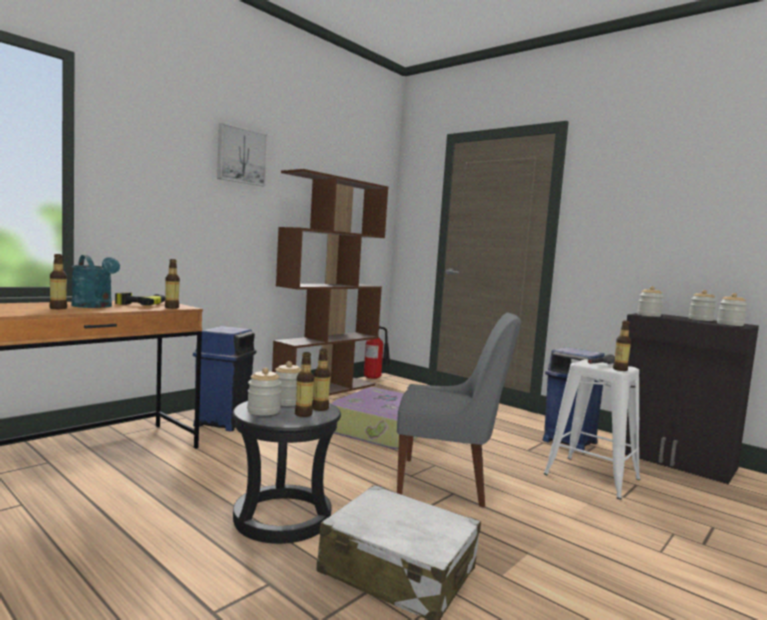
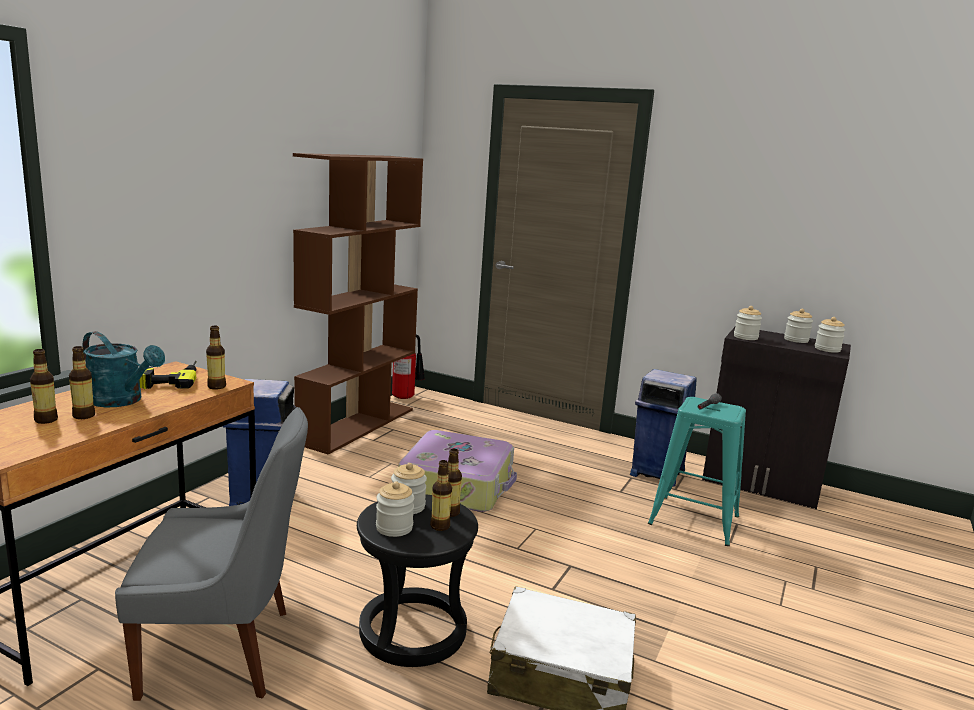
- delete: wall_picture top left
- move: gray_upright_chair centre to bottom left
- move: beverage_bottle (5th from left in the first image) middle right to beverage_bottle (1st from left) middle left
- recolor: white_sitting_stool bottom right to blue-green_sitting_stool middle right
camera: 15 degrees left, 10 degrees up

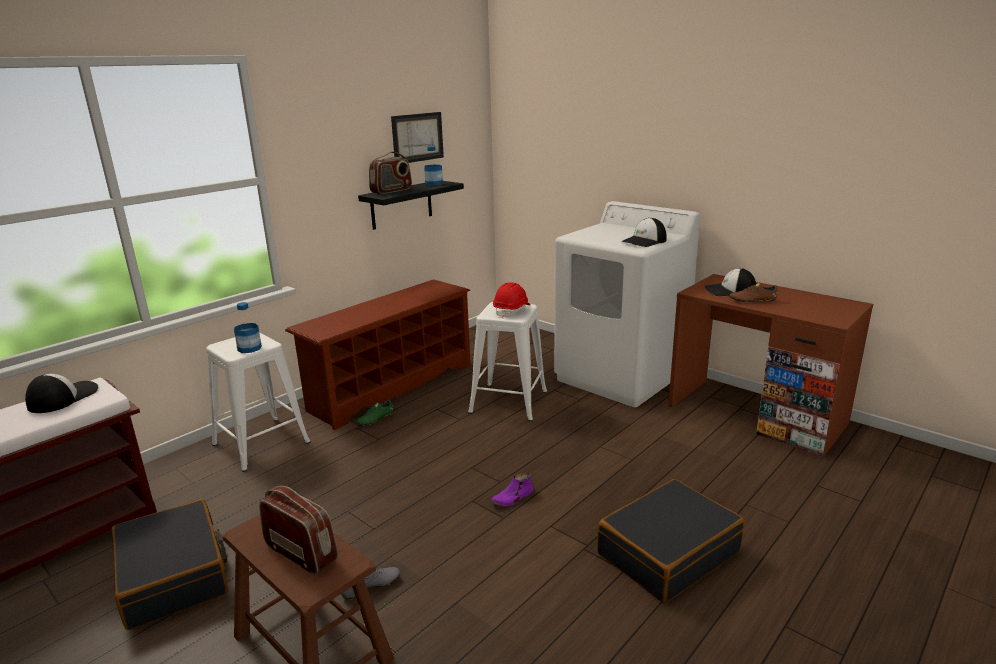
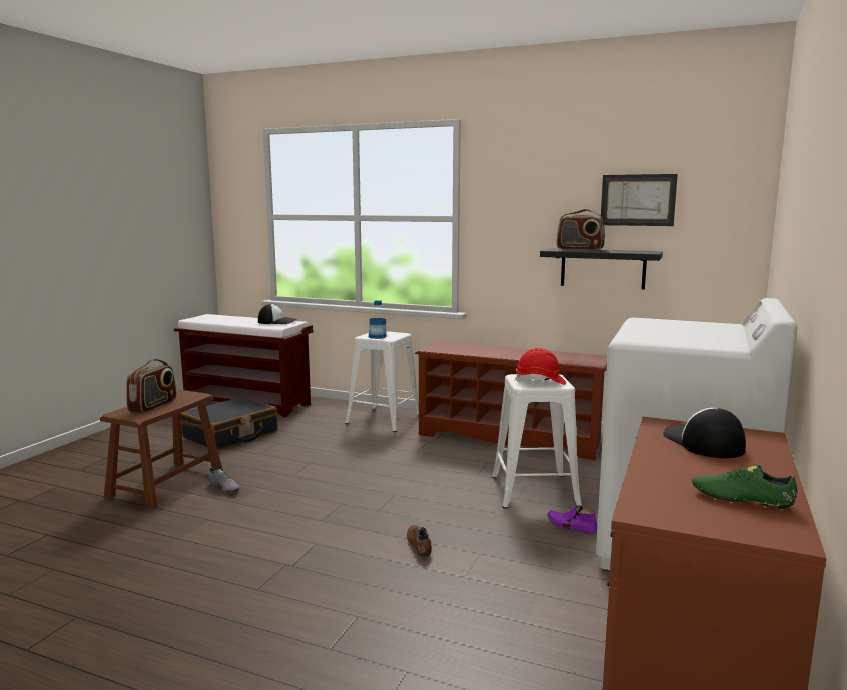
- delete: beverage_bottle (2nd from left) top centre
- delete: black-coloured_travel_case (2nd from left) bottom right
- delete: peaked_cap (2nd from left) centre
- move: greenish_low_shoe centre to bottom right
- move: purplish_low_shoe bottom centre to bottom right
- move: brown-coloured_low_shoe middle right to bottom centre
camera: 70 degrees right, 10 degrees down

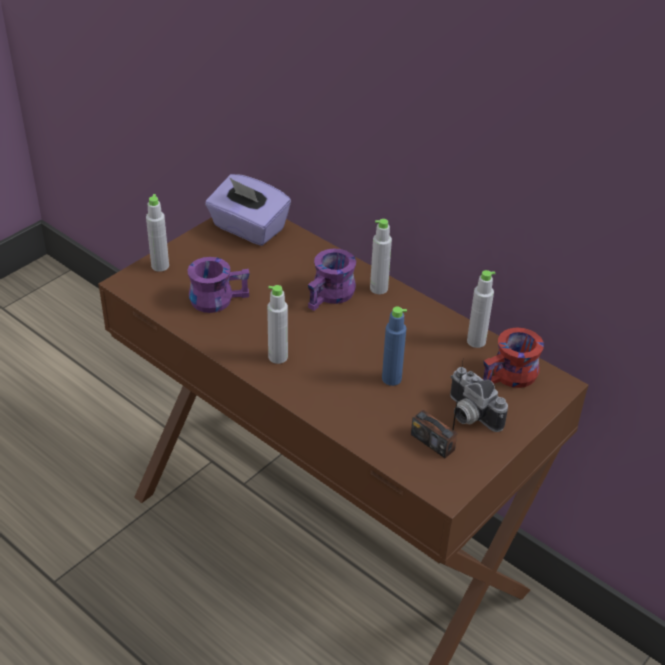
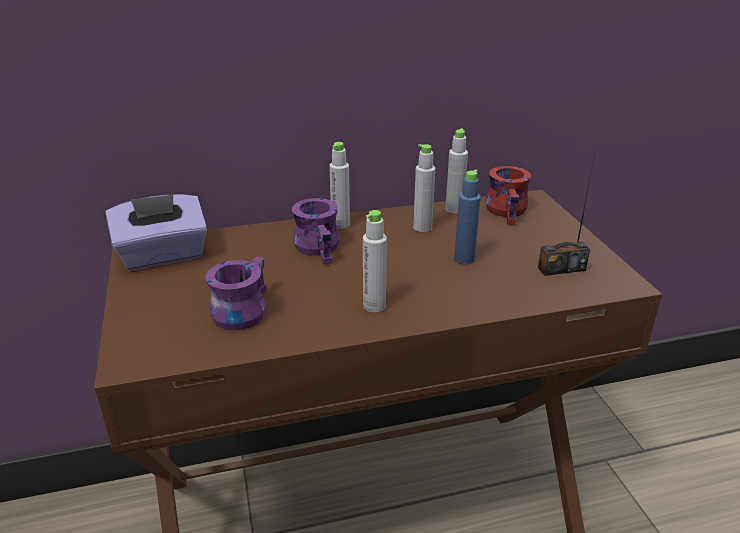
- delete: still_camera middle right
- move: gray_beverage_bottle (1st from left in the first image) middle left to gray_beverage_bottle (3rd from left) centre
camera: 55 degrees left, 10 degrees down

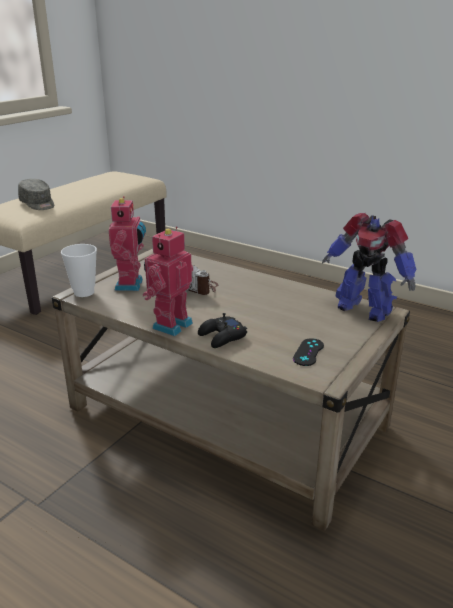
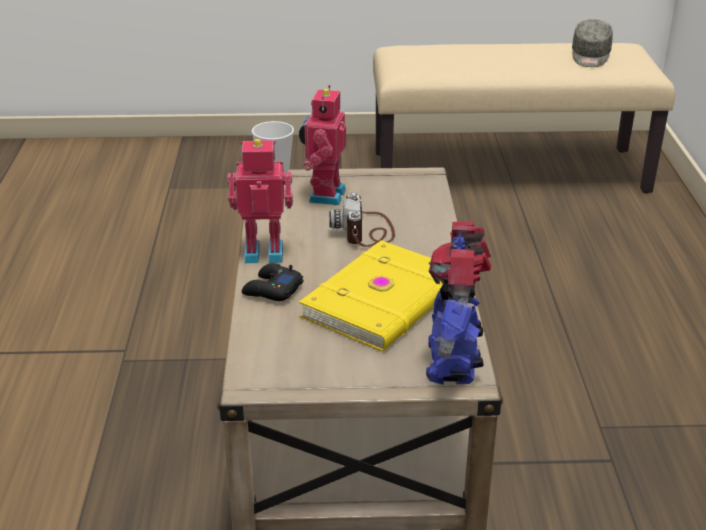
- delete: black-coloured_joypad (2nd from left) middle right
- insert: yellowish_book centre
- move: gray_peaked_cap top left to top right
- rotate: toy_robot (1st from left in the first image) middle left = top centre 135 degrees clockwise
camera: 55 degrees right, 5 degrees up

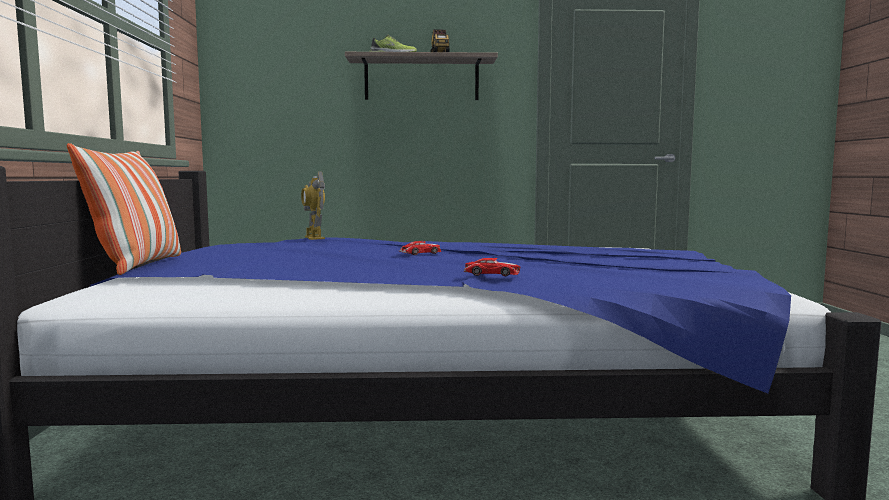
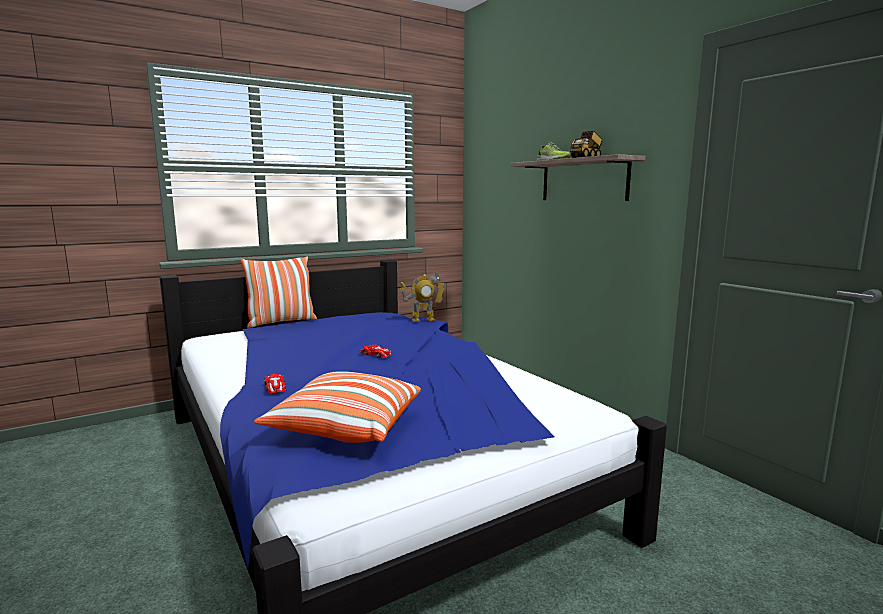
- insert: throw_pillow (2nd from left) centre
- rotate: toy_robot centre = centre 135 degrees counterclockwise
camera: 60 degrees right, 5 degrees up

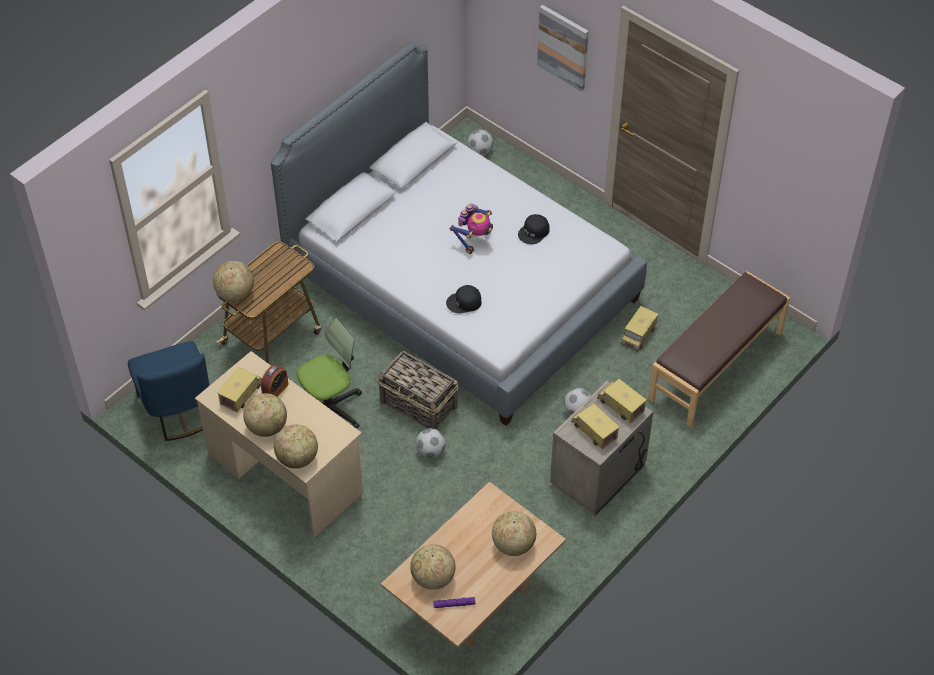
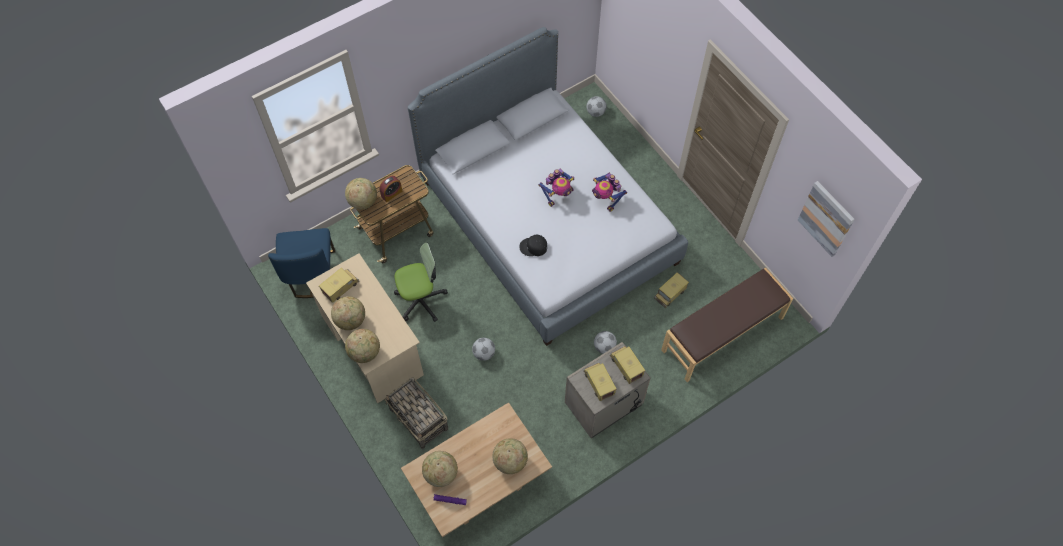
- move: bedside_clock middle left to centre
- move: basket centre to bottom centre
- move: wall_picture top centre to middle right
- replace: black-coloured_peaked_cap (2nd from left) centre to toy_robot (2nd from left) centre
camera: 15 degrees right, 10 degrees up

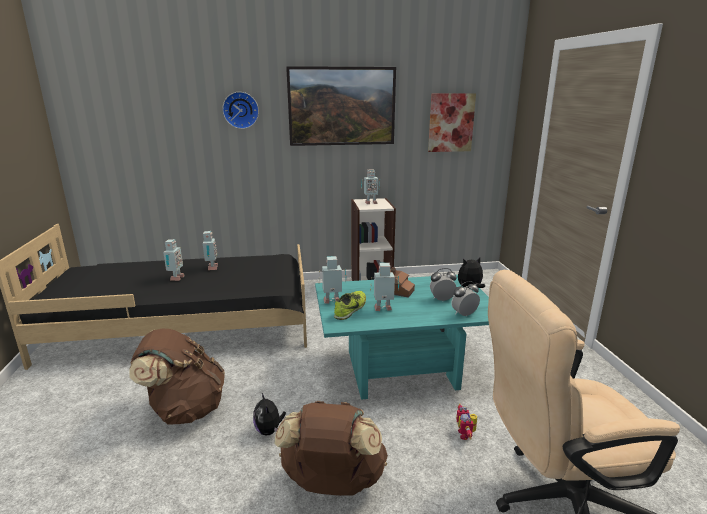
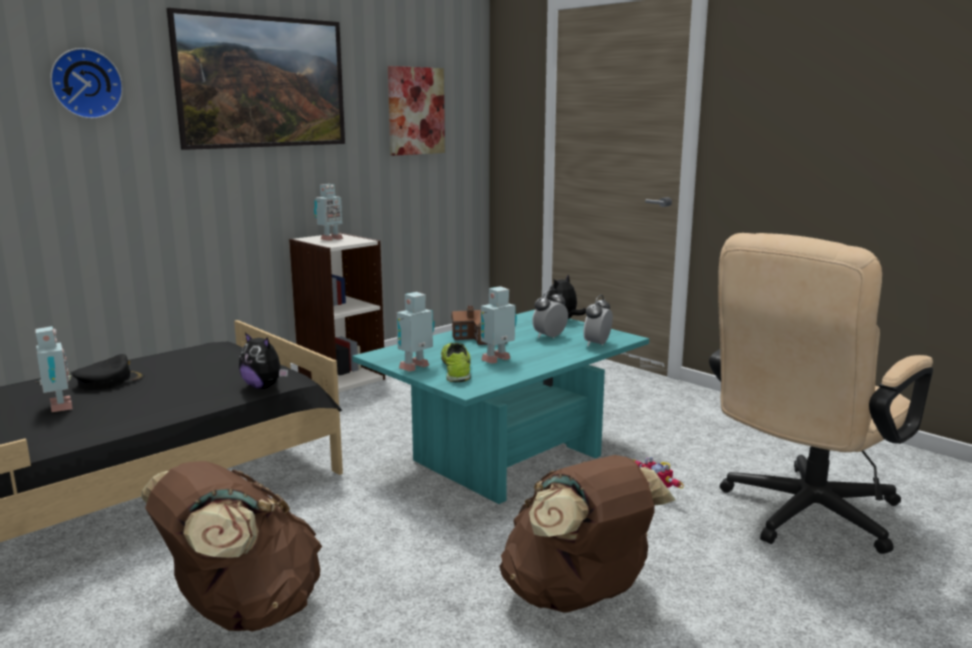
- move: cuddly_toy (1st from left) bottom centre to middle left
- replace: toy_robot (2nd from left) middle left to black-coloured_peaked_cap middle left
camera: 35 degrees left, 5 degrees down

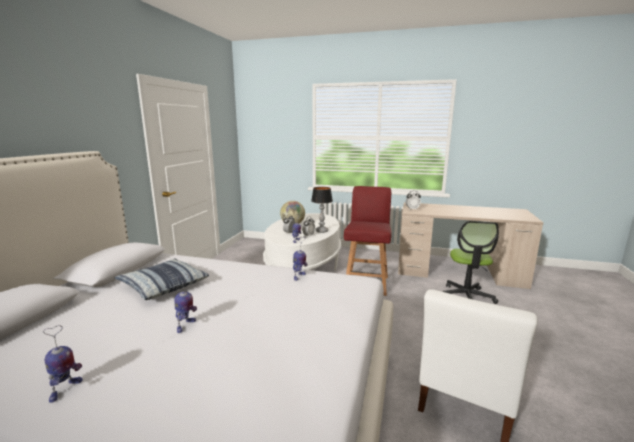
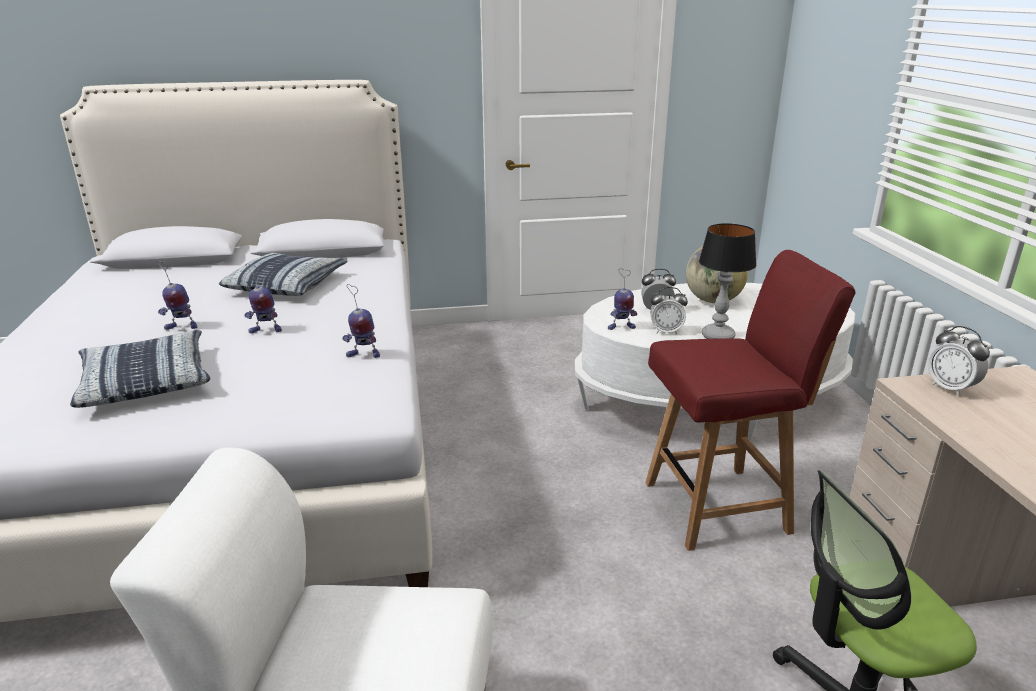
- insert: throw_pillow (1st from left) middle left
- move: toy_robot (1st from left in the first image) bottom left to toy_robot (2nd from left) middle left
camera: 65 degrees right, 10 degrees up

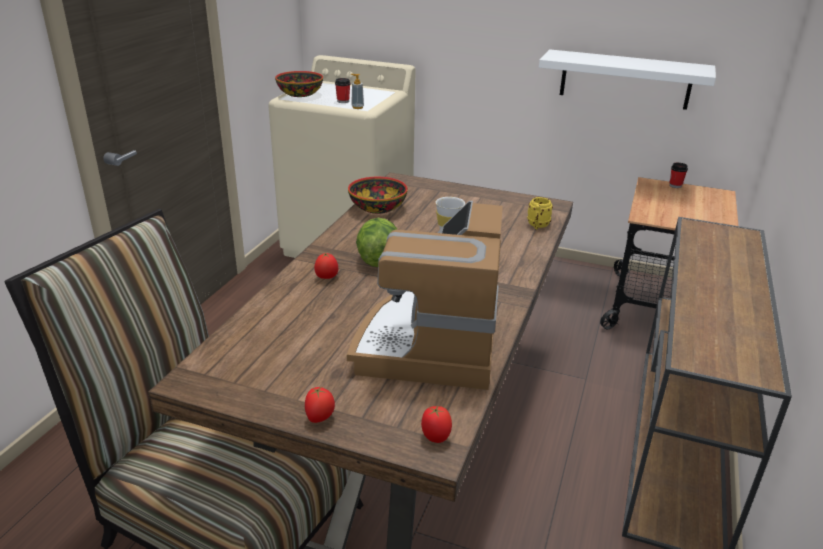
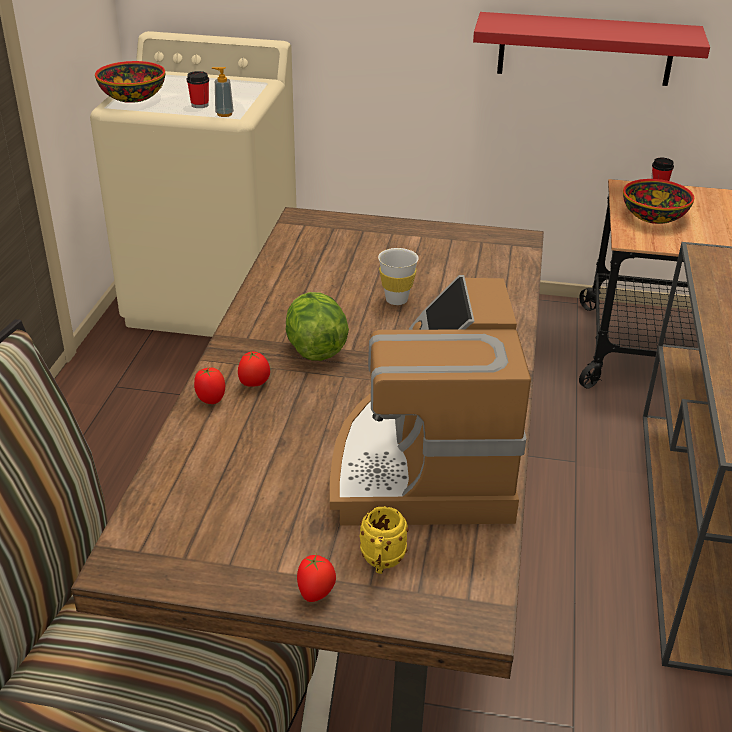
- move: serving_bowl (2nd from left) centre to top right
- move: whole_tomato (3rd from left in the first image) bottom centre to whole_tomato (1st from left) middle left
- move: yellowish_tea_mug centre to bottom centre
- recolor: white_shelf top right to red-coloured_shelf top right
camera: 10 degrees left, 5 degrees up

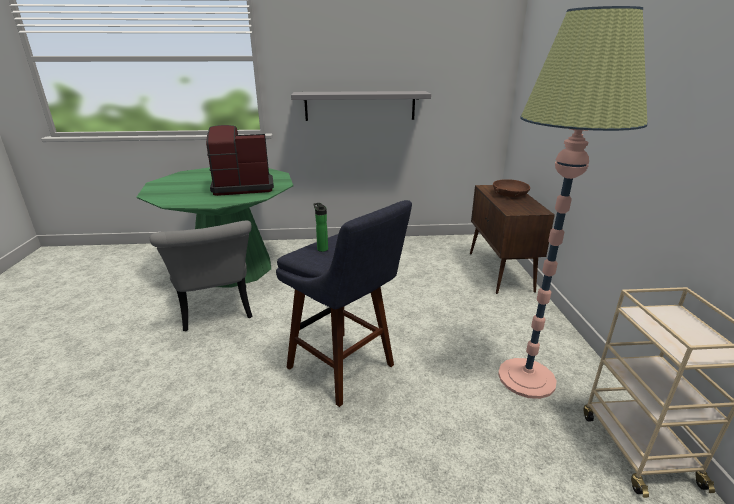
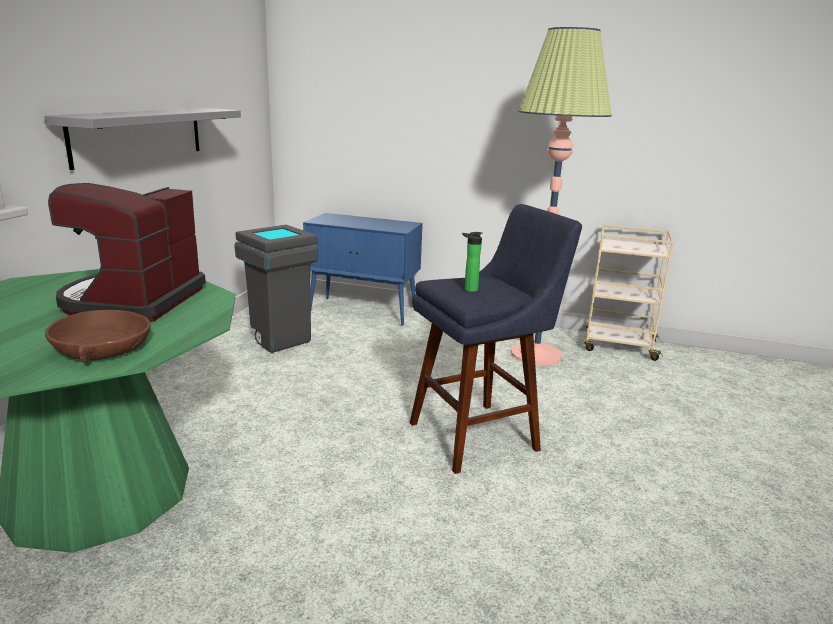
- delete: gray_upright_chair middle left
- insert: gray_rubbish_bin middle left
- move: brown-coloured_serving_bowl middle right to middle left
- recolor: brown-coloured_storage_cabinet middle right to bluish_storage_cabinet centre
camera: 70 degrees left, 5 degrees down

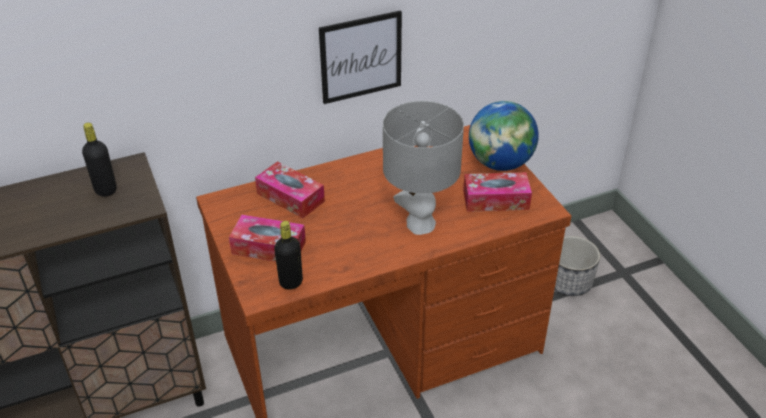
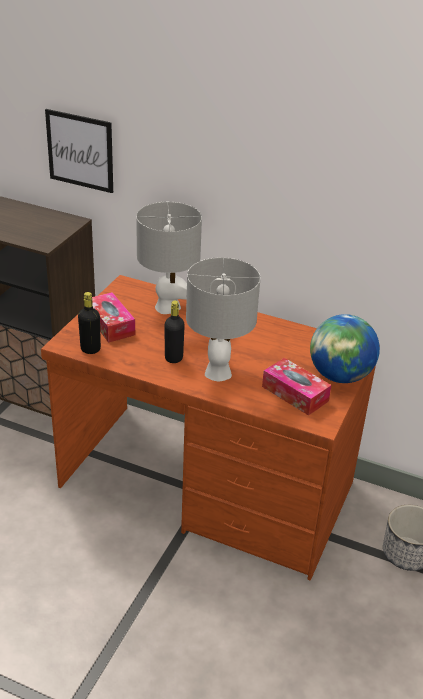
- move: black-coloured_beverage_bottle (1st from left in the first image) middle left to black-coloured_beverage_bottle (2nd from left) centre
- move: wall_picture top centre to top left
- replace: box_of_tissues (2nd from left) centre to gray_table_lamp (1st from left) centre
camera: 45 degrees right, 5 degrees down

